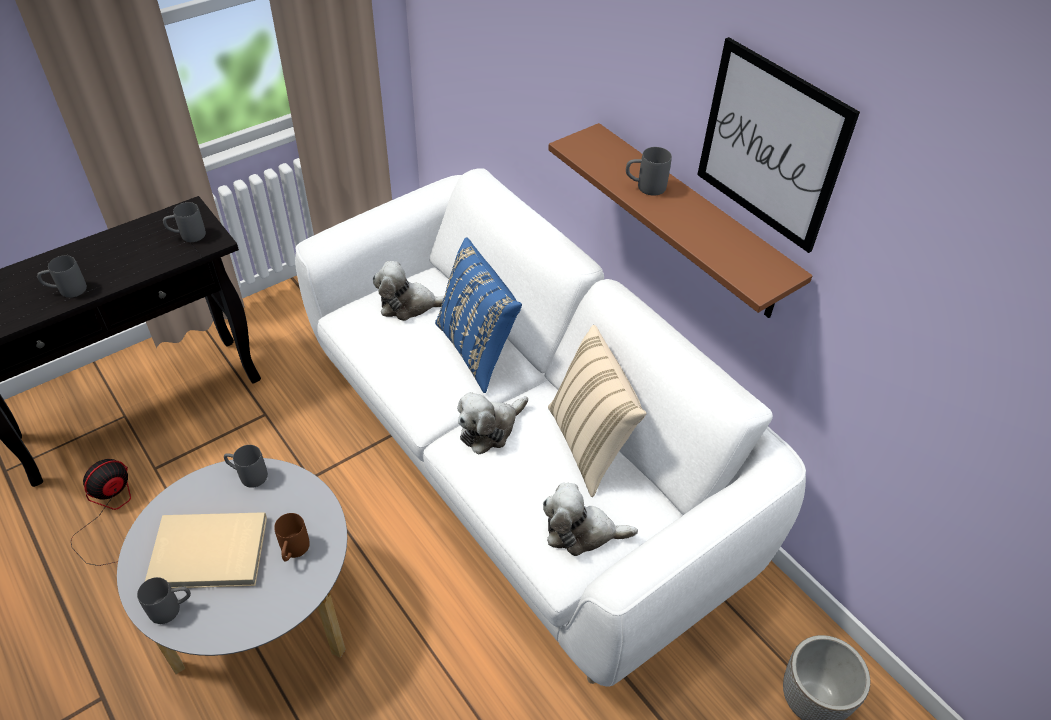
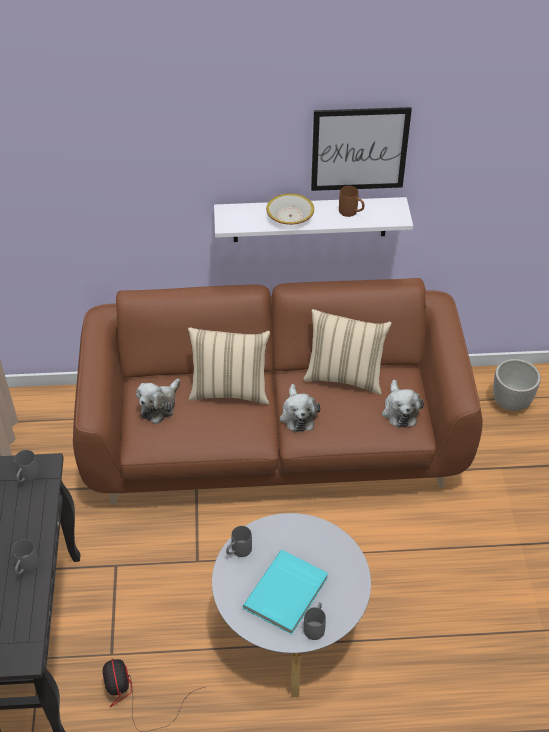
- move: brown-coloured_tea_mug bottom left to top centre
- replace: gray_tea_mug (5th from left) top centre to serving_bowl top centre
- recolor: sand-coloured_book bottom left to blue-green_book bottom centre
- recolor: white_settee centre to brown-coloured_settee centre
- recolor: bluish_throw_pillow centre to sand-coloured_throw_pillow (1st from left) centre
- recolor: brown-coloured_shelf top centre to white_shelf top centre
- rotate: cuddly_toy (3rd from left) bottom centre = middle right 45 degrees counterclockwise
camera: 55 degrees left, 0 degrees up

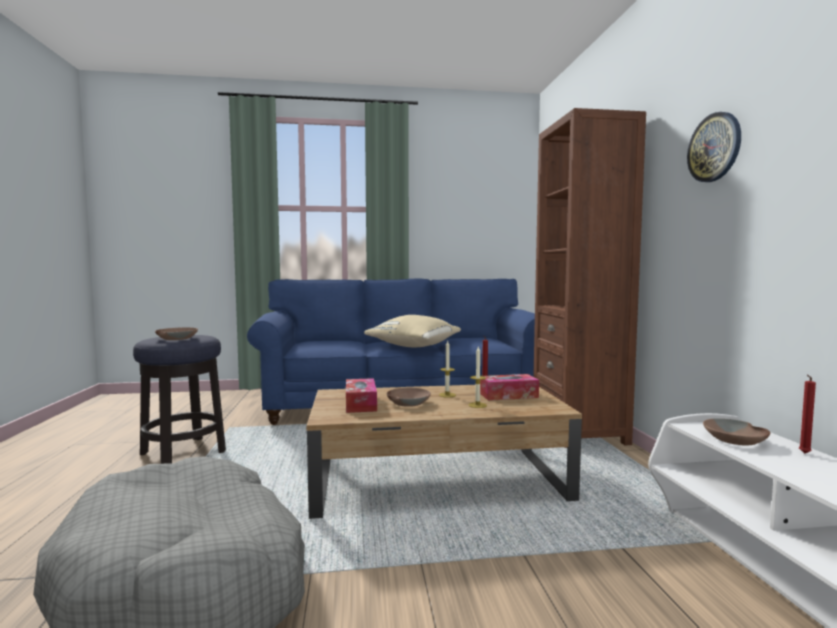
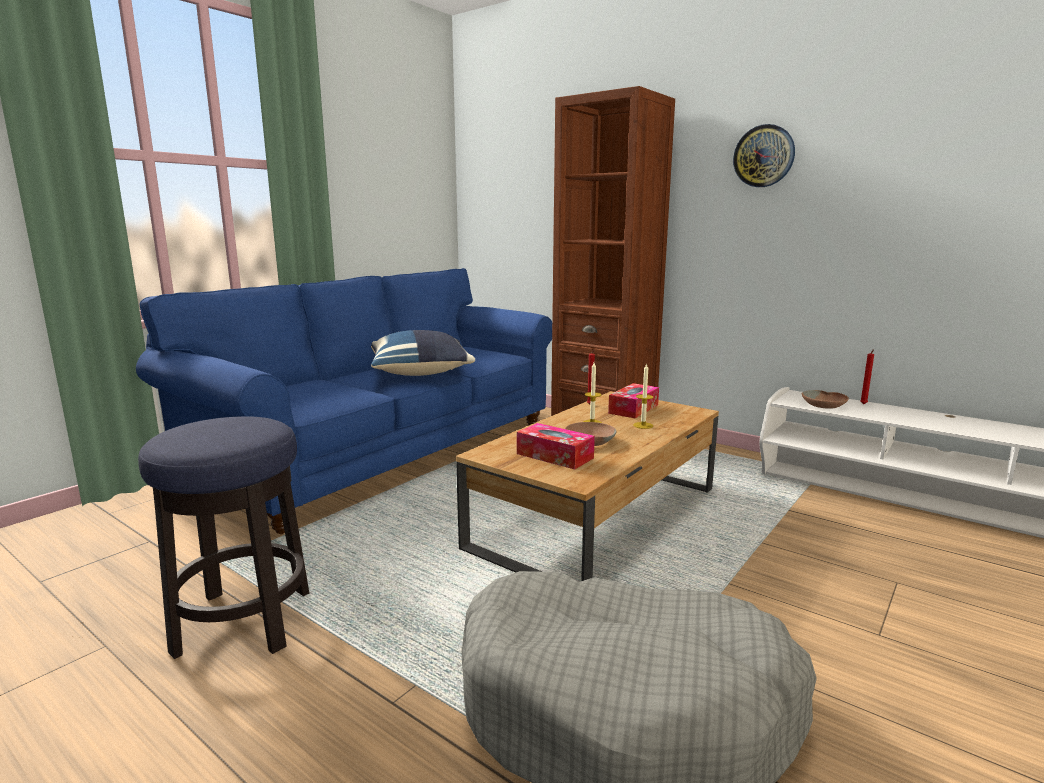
- delete: brown-coloured_serving_bowl (1st from left) middle left
- recolor: sand-coloured_throw_pillow centre to bluish_throw_pillow centre
camera: 45 degrees left, 10 degrees up

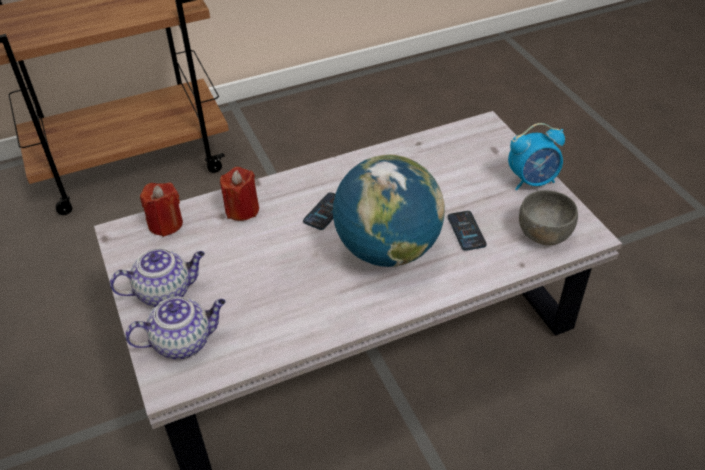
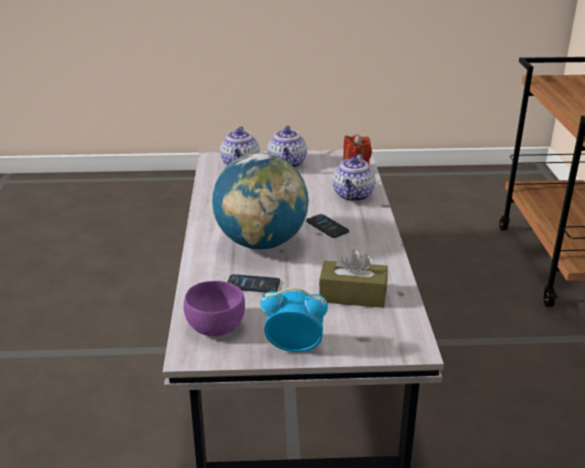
- insert: brown-coloured_box_of_tissues centre
- replace: red-coloured_wax_candle (2nd from left) centre to teapot (3rd from left) centre
- recolor: gray_serving_bowl middle right to purplish_serving_bowl centre
- rotate: bedside_clock top right = bottom centre 90 degrees clockwise
camera: 110 degrees right, 15 degrees down

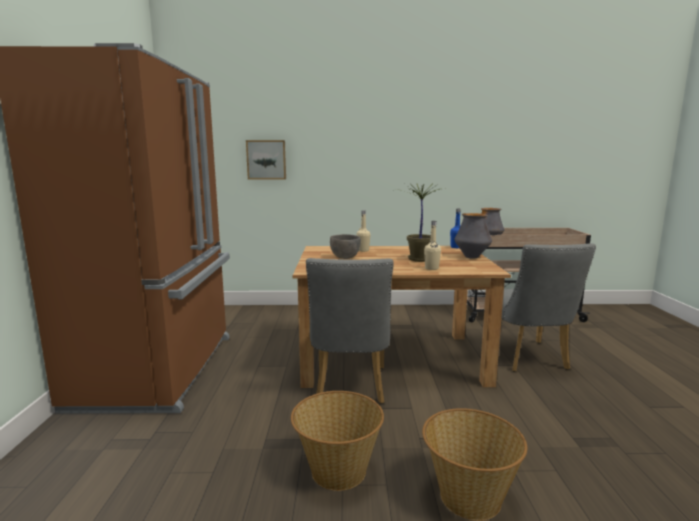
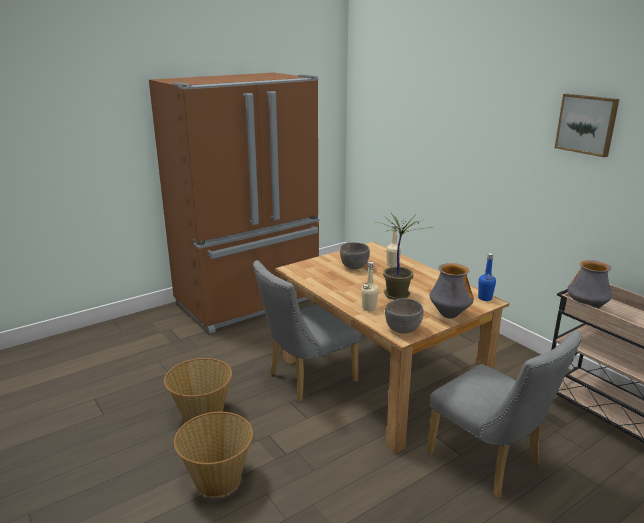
- insert: gray_serving_bowl (2nd from left) centre
- move: wall_picture top centre to top right
- rotate: gray_upright_chair (2nd from left) middle right = bottom right 90 degrees counterclockwise
camera: 55 degrees right, 10 degrees up

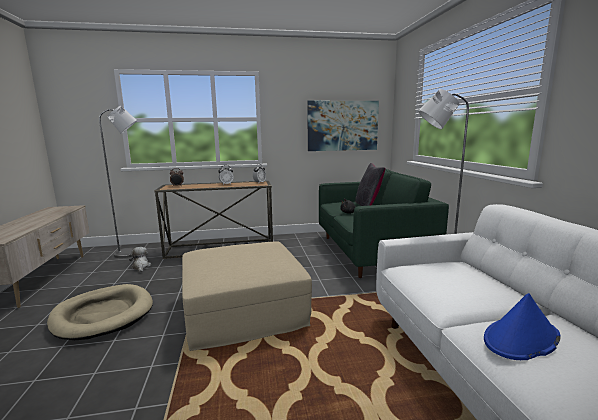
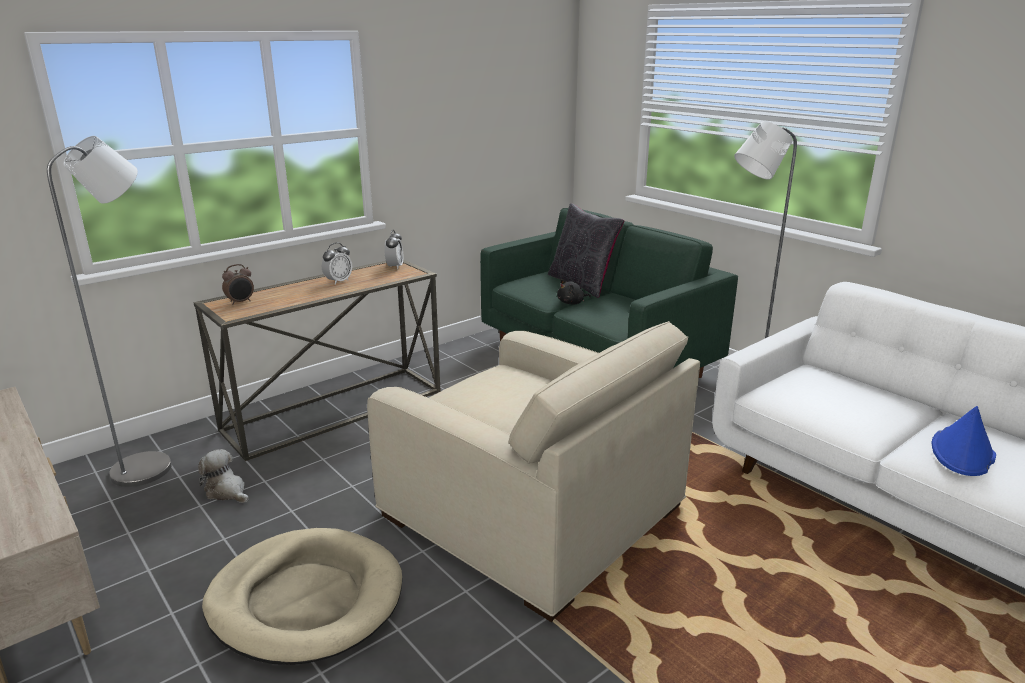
- delete: wall_picture top centre
- replace: sand-coloured_pouffe bottom centre to sand-coloured_armchair bottom centre
camera: 30 degrees left, 10 degrees up

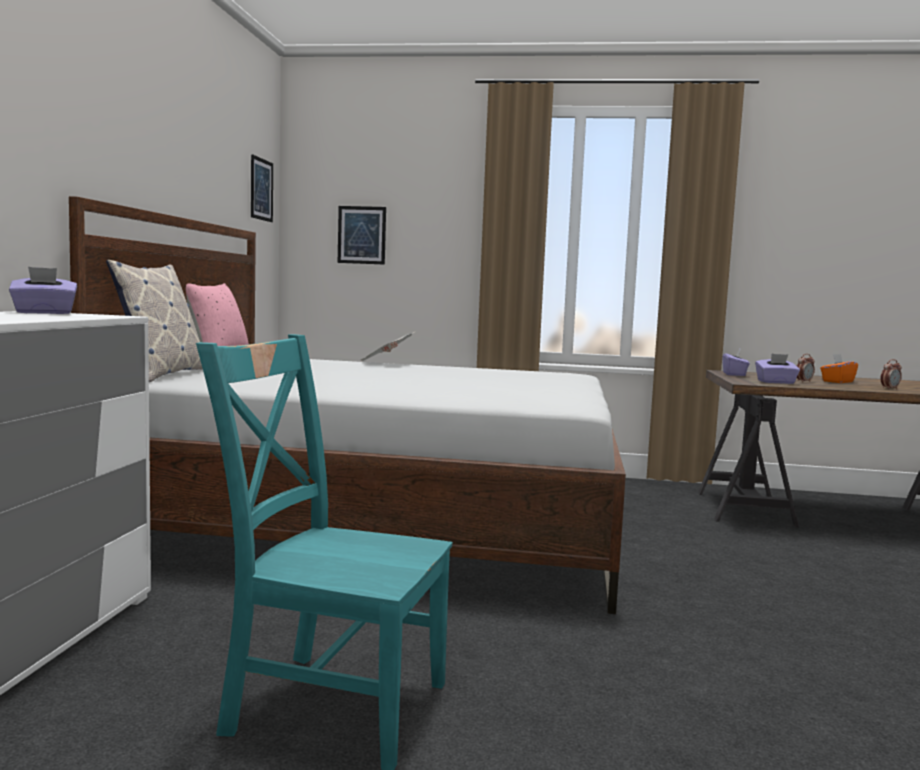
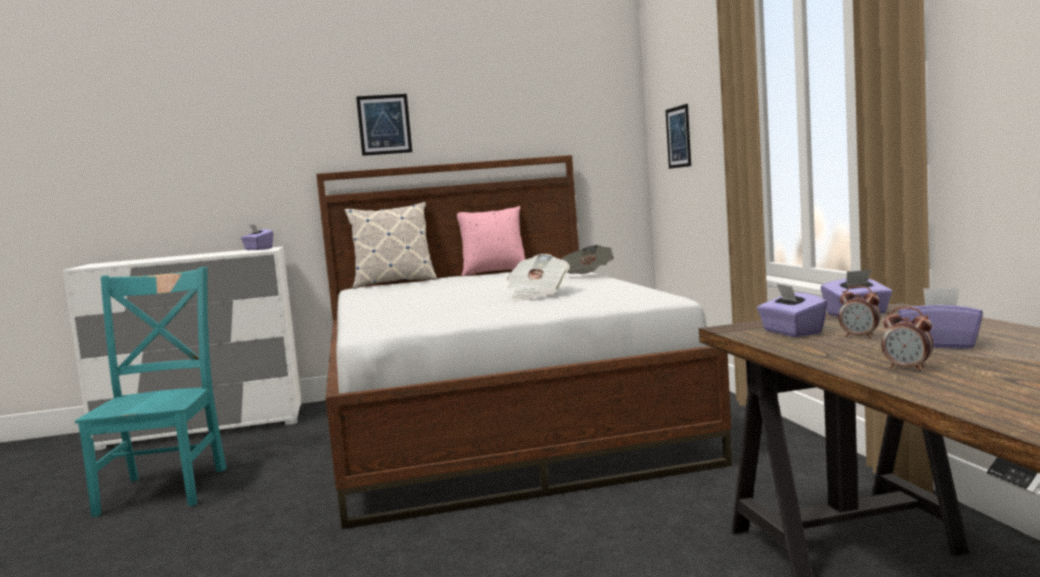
- insert: daily_paper (1st from left) centre
- move: wall_picture (1st from left) top left to top centre
- recolor: orange-coloured_box_of_tissues middle right to purplish_box_of_tissues (4th from left) middle right
camera: 70 degrees right, 0 degrees up

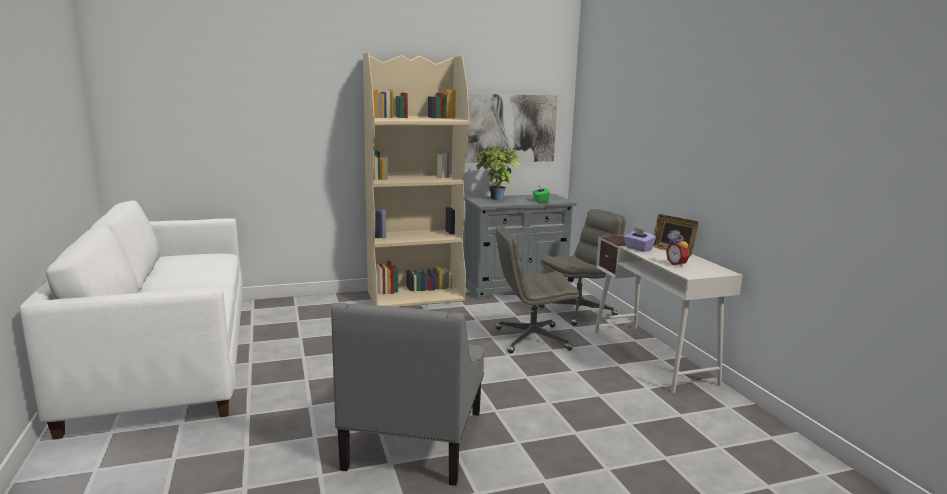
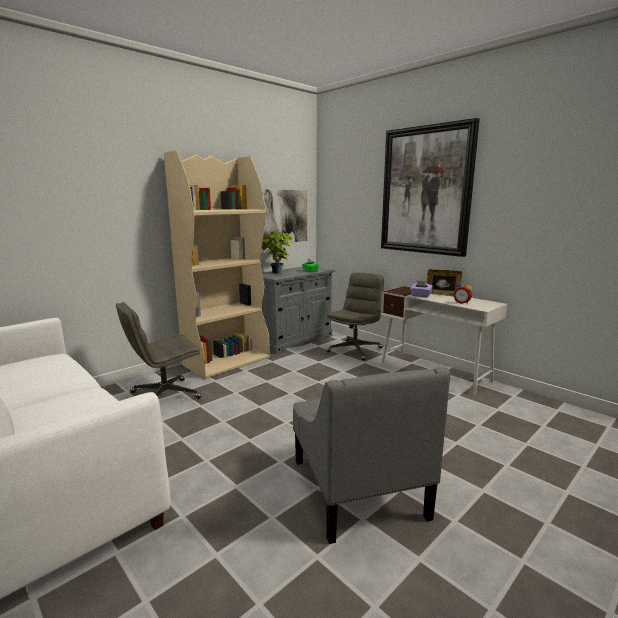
- insert: wall_picture (2nd from left) top right
- move: gray_desk_chair (1st from left) centre to middle left
camera: 25 degrees left, 0 degrees up

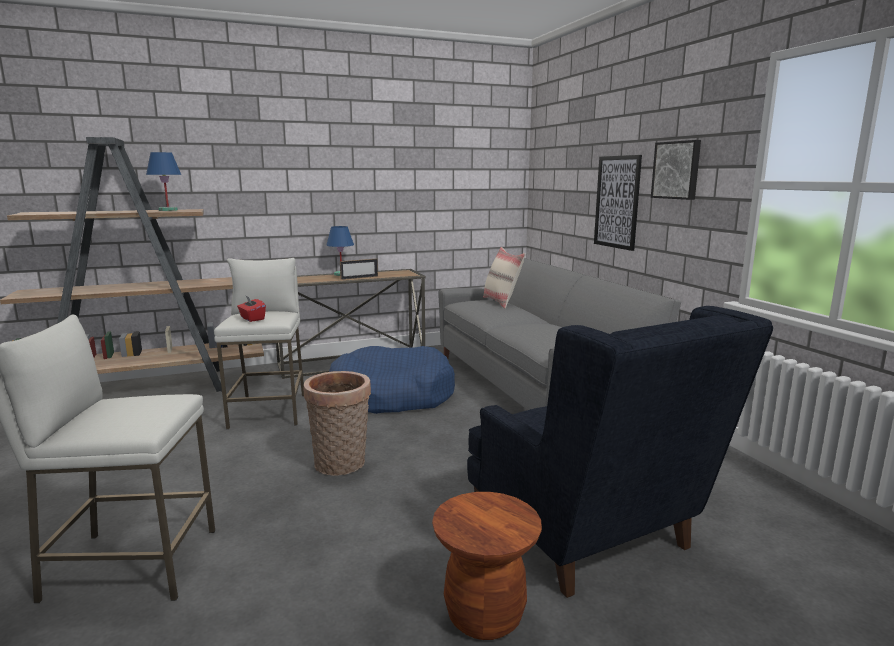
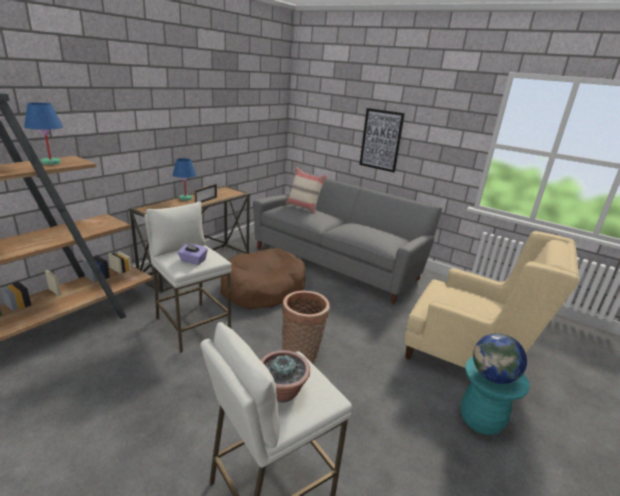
- delete: wall_picture (2nd from left) top right
- insert: potted_plant bottom centre
- insert: desk_globe bottom right
- recolor: red-coloured_box_of_tissues middle left to purplish_box_of_tissues middle left
- recolor: bluish_dog_bed centre to brown-coloured_dog_bed centre
- recolor: brown-coloured_sitting_stool bottom centre to blue-green_sitting_stool bottom right
- recolor: bluish_armchair bottom right to sand-coloured_armchair middle right
camera: 35 degrees left, 10 degrees up

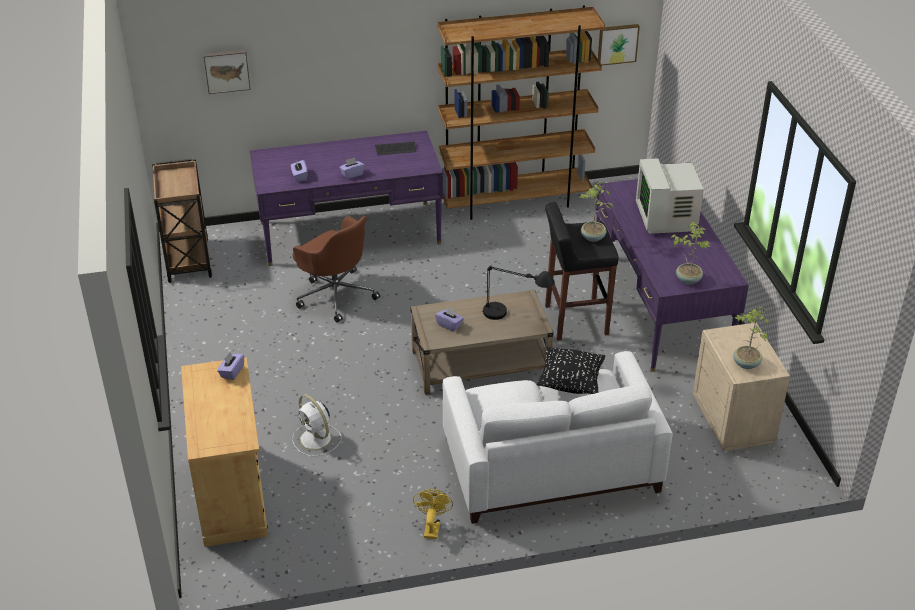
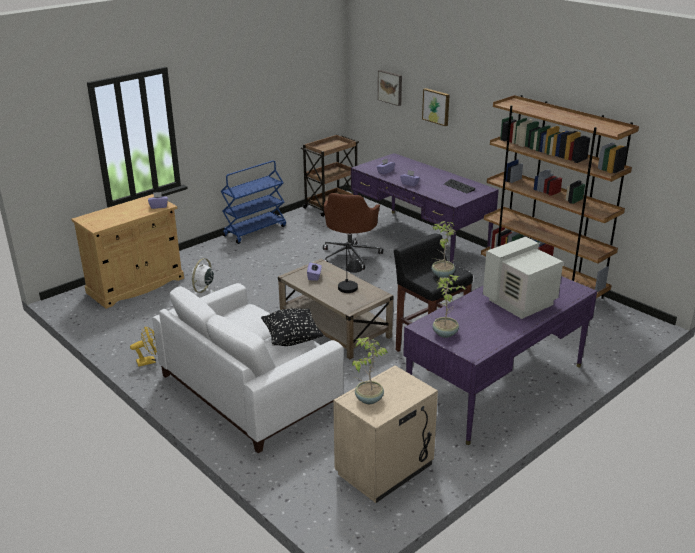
- insert: bluish_trolley centre
- move: wall_picture (2nd from left) top right to top centre
camera: 60 degrees right, 10 degrees down

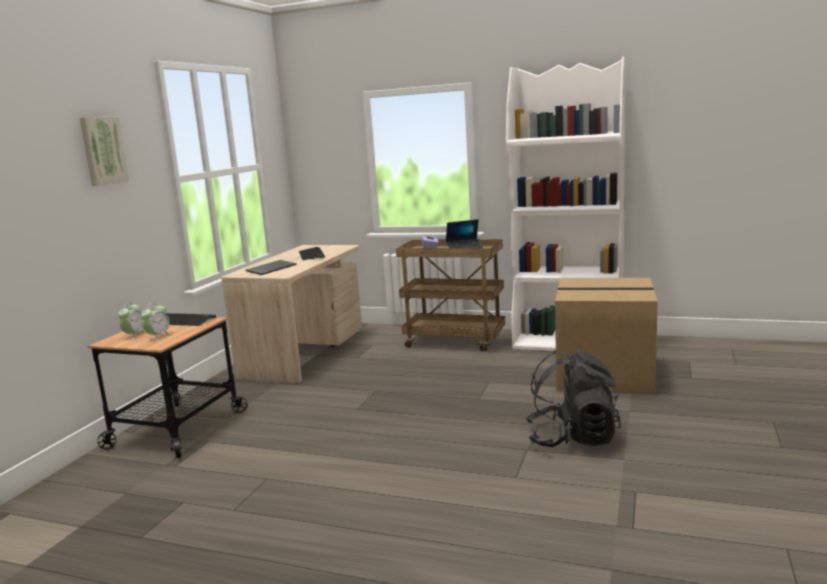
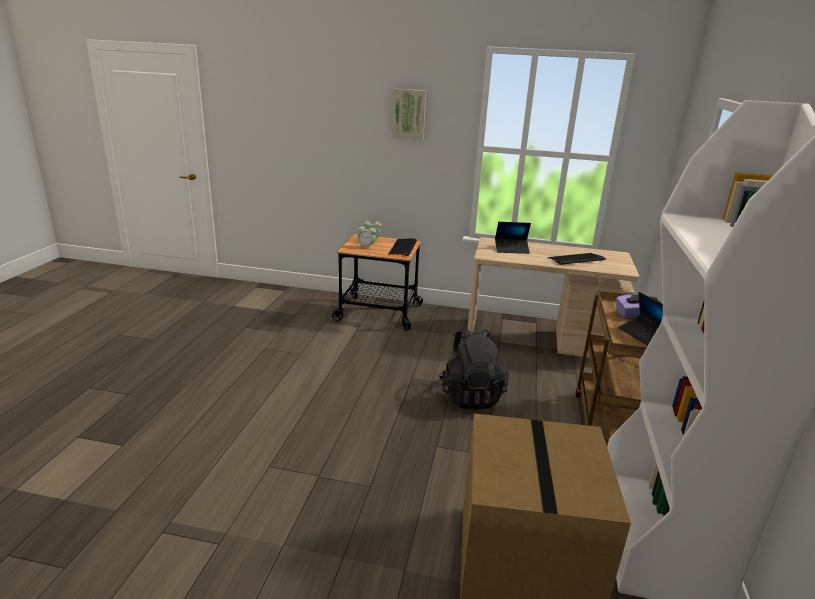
- move: black-coloured_backpack bottom right to centre
- replace: keyboard (2nd from left) middle left to laptop (1st from left) centre
camera: 80 degrees right, 10 degrees up

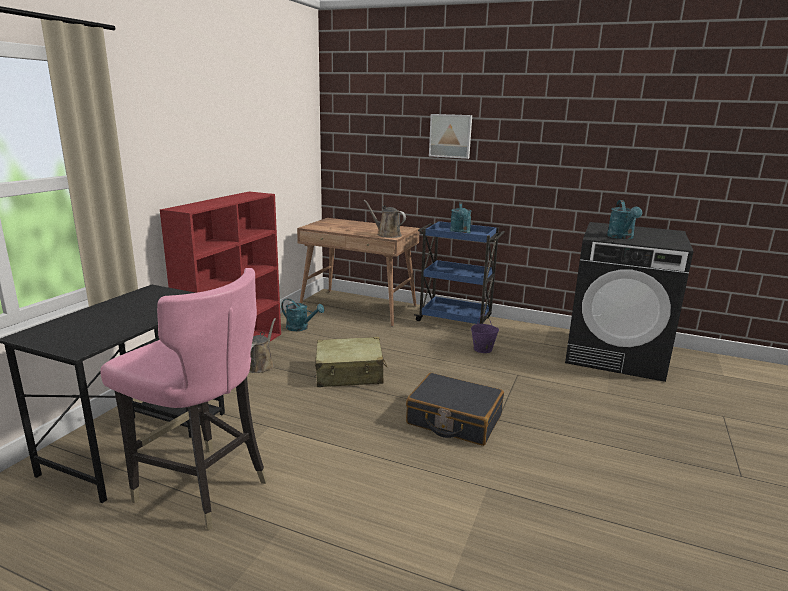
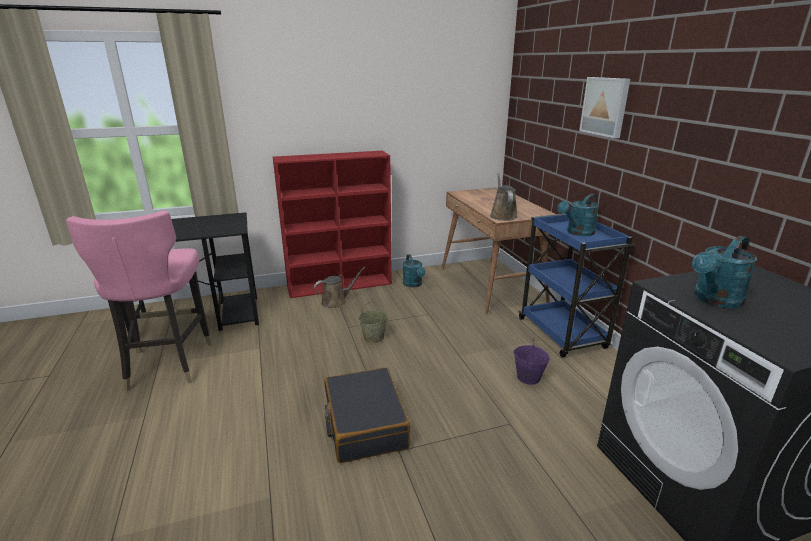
- replace: sand-coloured_travel_case centre to sand-coloured_pail centre
camera: 50 degrees right, 5 degrees up

